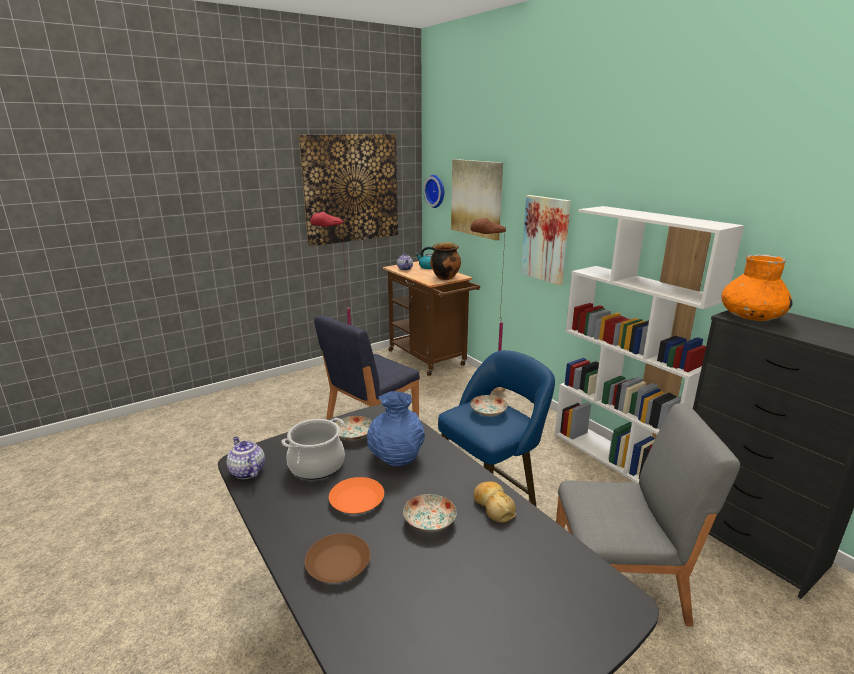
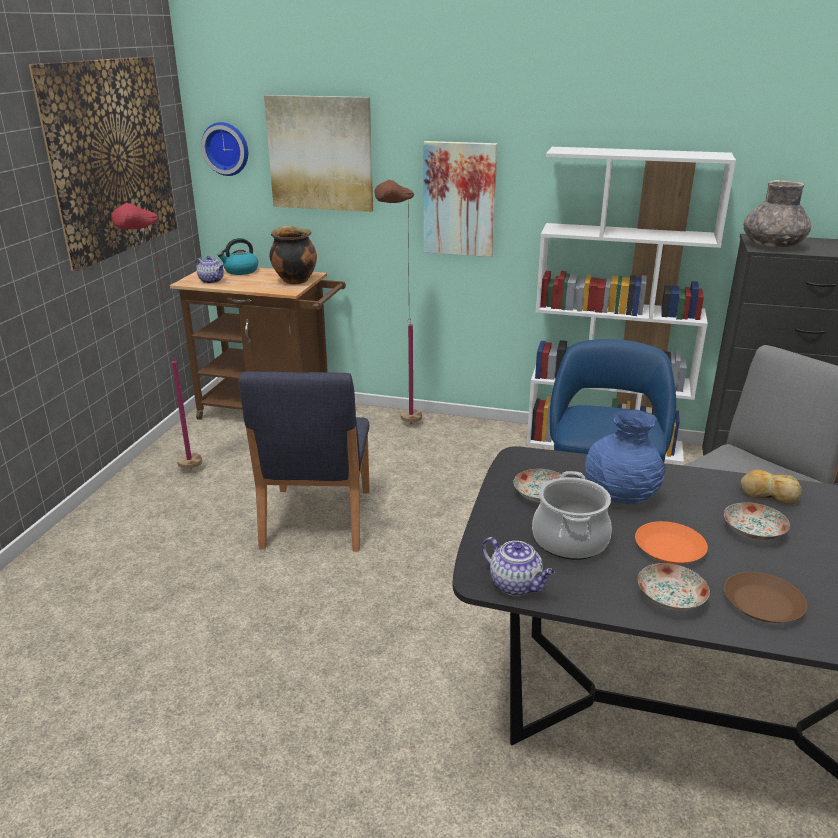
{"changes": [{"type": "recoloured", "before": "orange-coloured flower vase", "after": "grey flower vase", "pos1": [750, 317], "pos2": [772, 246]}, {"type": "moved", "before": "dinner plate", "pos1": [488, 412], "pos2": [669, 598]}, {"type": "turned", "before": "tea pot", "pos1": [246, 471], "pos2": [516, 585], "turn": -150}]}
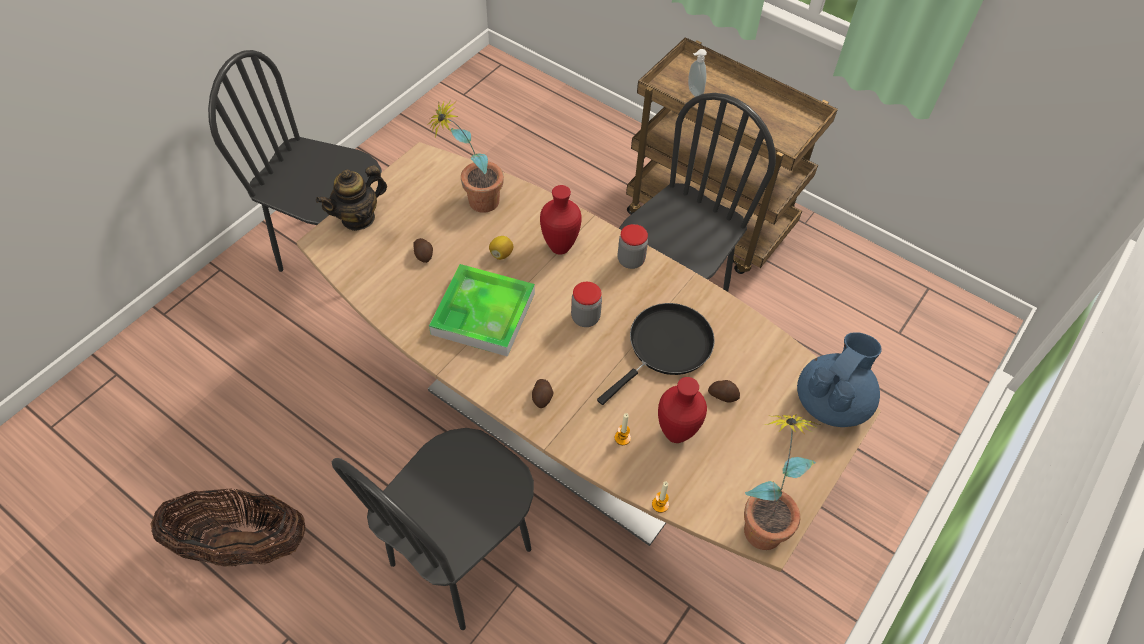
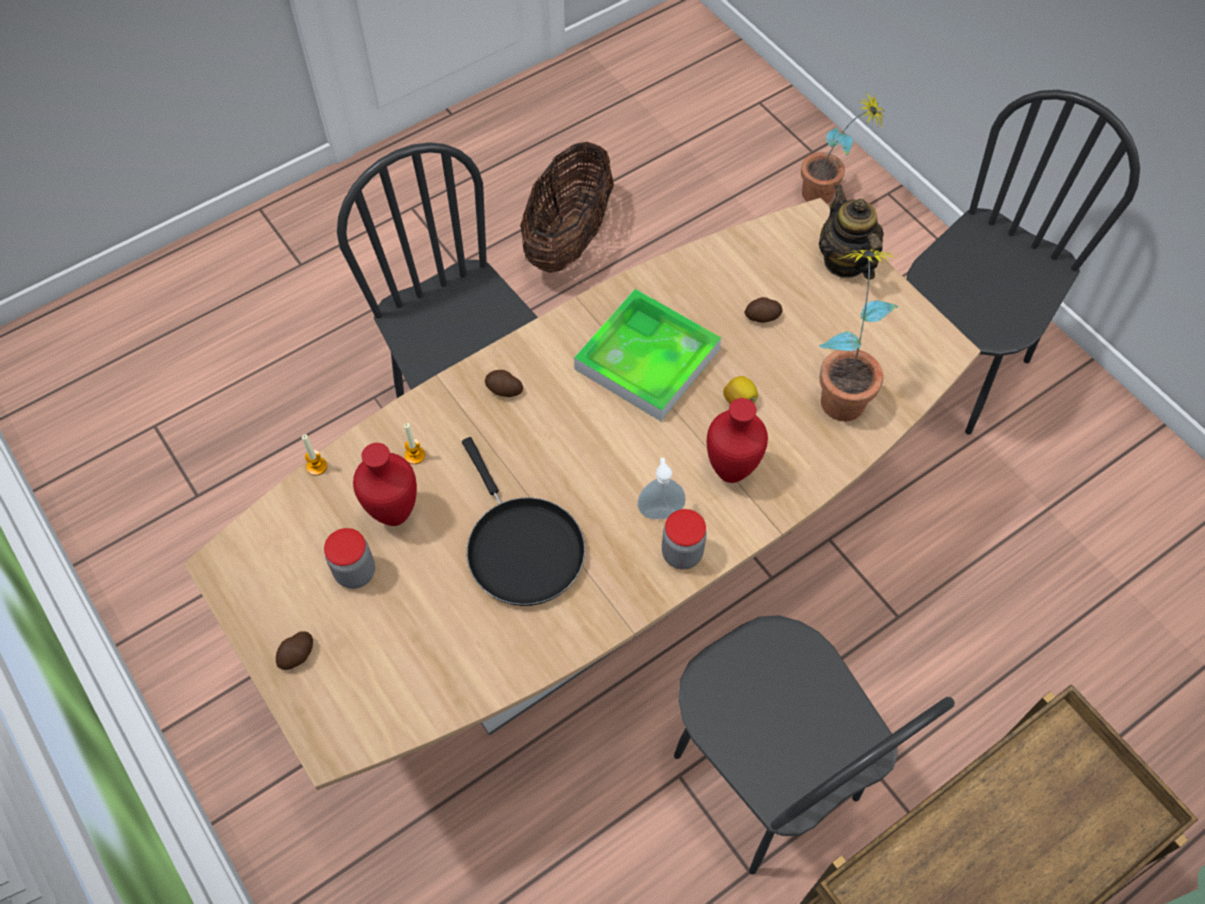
{"changes": [{"type": "moved", "before": "soap bottle", "pos1": [693, 92], "pos2": [660, 511]}, {"type": "moved", "before": "preserve jar", "pos1": [585, 317], "pos2": [355, 572]}, {"type": "removed", "before": "bluish tea pot", "pos1": [832, 402]}, {"type": "moved", "before": "whole potato", "pos1": [723, 395], "pos2": [298, 655]}, {"type": "moved", "before": "potted plant", "pos1": [762, 519], "pos2": [827, 196]}]}
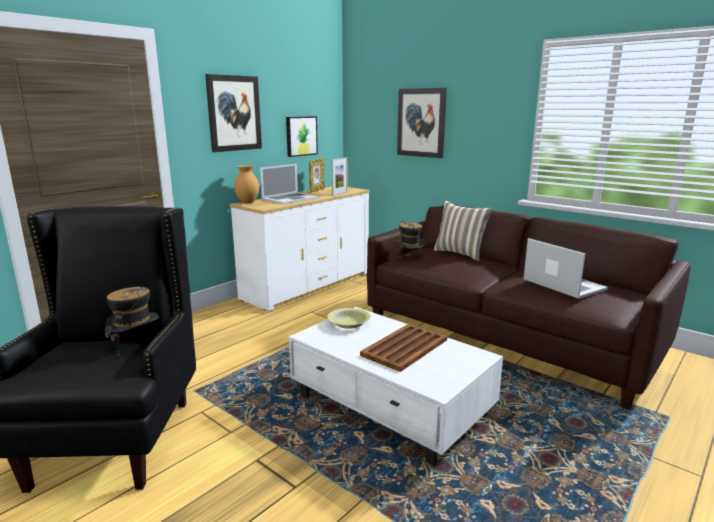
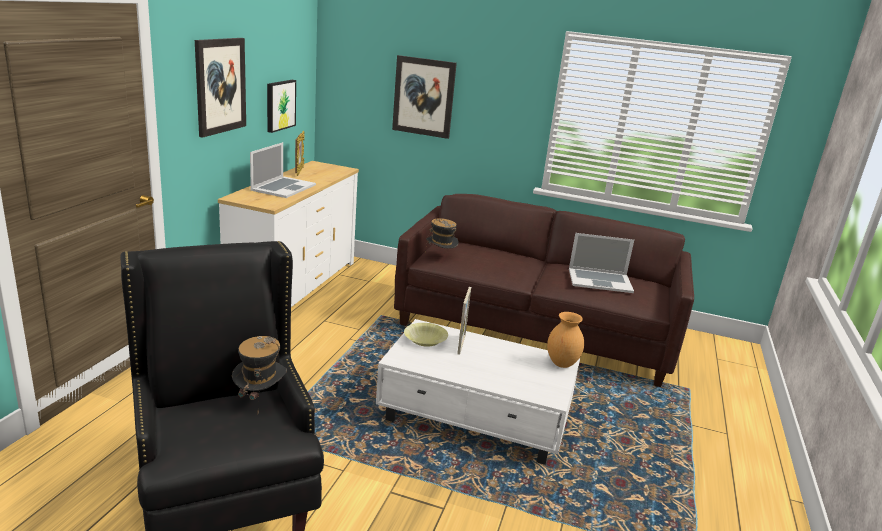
{"changes": [{"type": "moved", "before": "photo frame", "pos1": [339, 194], "pos2": [461, 344]}, {"type": "moved", "before": "brown flower vase", "pos1": [248, 202], "pos2": [562, 363]}, {"type": "removed", "before": "cushion", "pos1": [460, 253]}, {"type": "turned", "before": "notebook computer", "pos1": [563, 284], "pos2": [600, 280], "turn": 150}, {"type": "removed", "before": "brown serving tray", "pos1": [405, 347]}]}
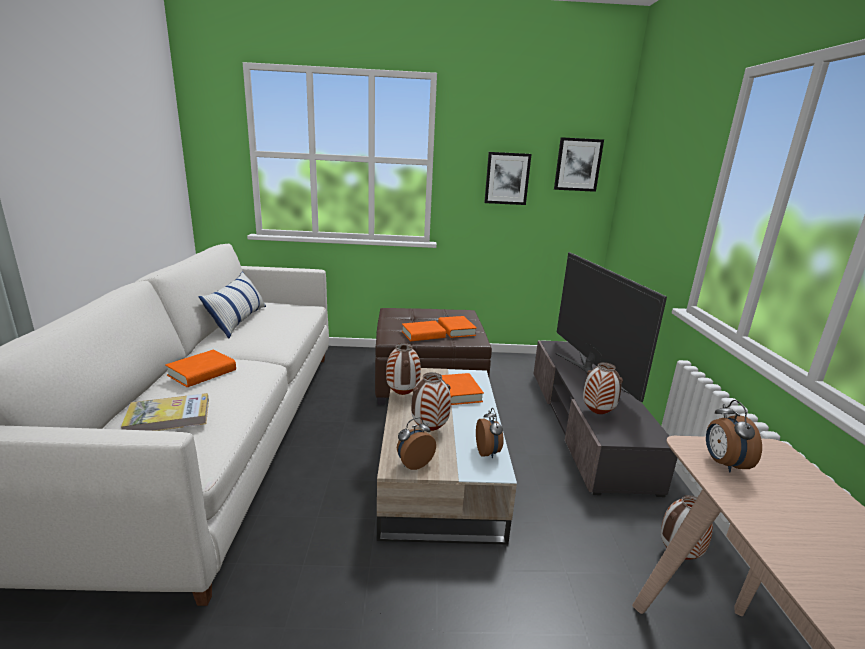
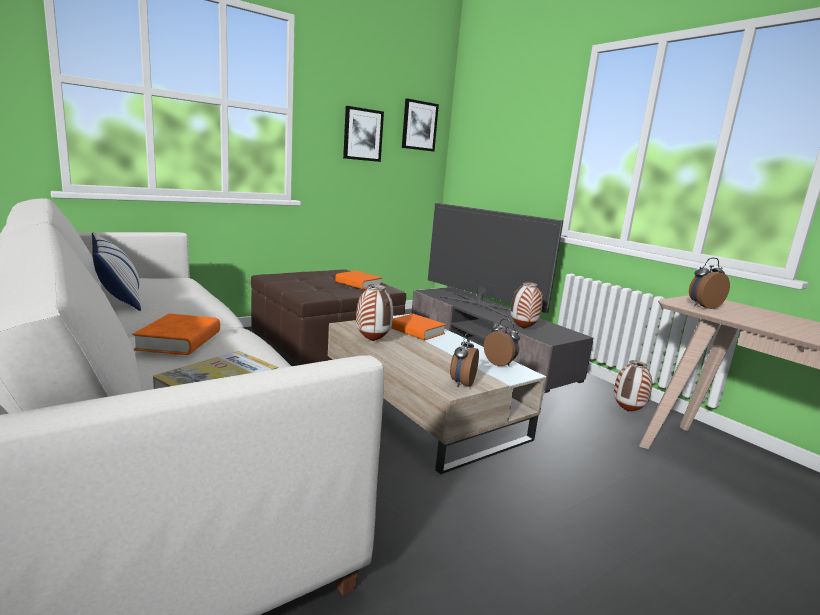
{"changes": [{"type": "removed", "before": "orange-coloured bound book", "pos1": [423, 335]}, {"type": "removed", "before": "flower vase", "pos1": [430, 429]}, {"type": "turned", "before": "table clock", "pos1": [723, 463], "pos2": [702, 306], "turn": 105}]}
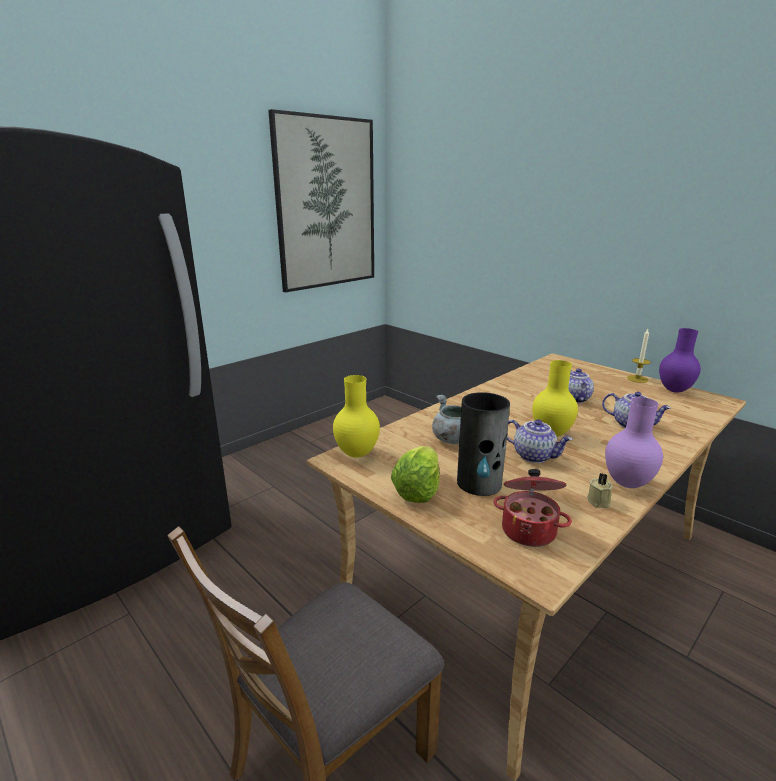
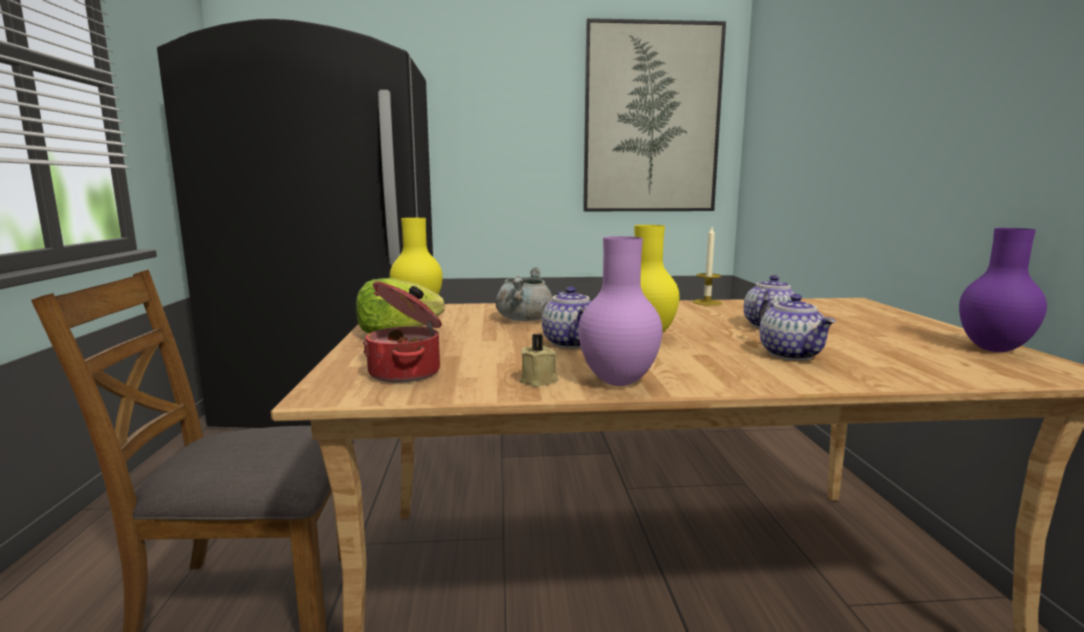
{"changes": [{"type": "moved", "before": "wax candle", "pos1": [637, 379], "pos2": [707, 302]}, {"type": "removed", "before": "flower vase", "pos1": [479, 483]}]}
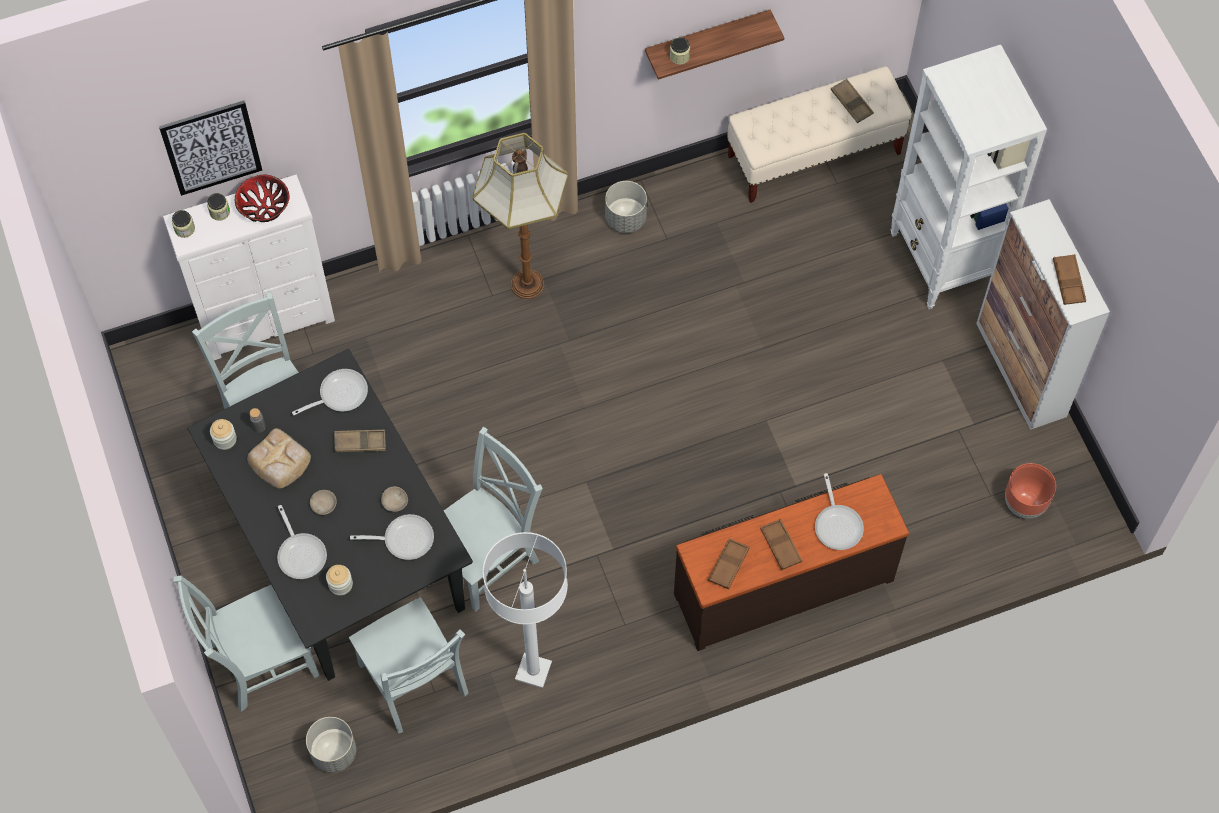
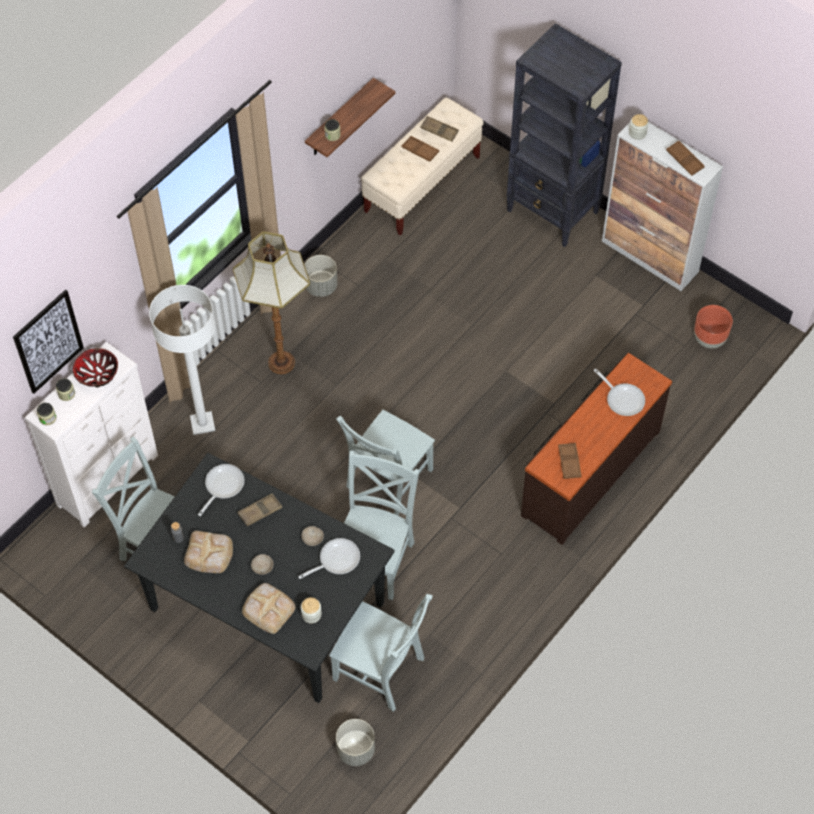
{"changes": [{"type": "recoloured", "before": "whitish bookshelf", "after": "blackish bookshelf", "pos1": [942, 261], "pos2": [553, 212]}, {"type": "moved", "before": "preserve jar", "pos1": [225, 439], "pos2": [637, 133]}, {"type": "replaced", "before": "skillet", "after": "bakery bread", "pos1": [301, 553], "pos2": [268, 608]}, {"type": "moved", "before": "brown serving tray", "pos1": [780, 546], "pos2": [420, 150]}, {"type": "moved", "before": "whitish standard lamp", "pos1": [533, 671], "pos2": [202, 424]}, {"type": "moved", "before": "grey upright chair", "pos1": [260, 661], "pos2": [387, 481]}]}
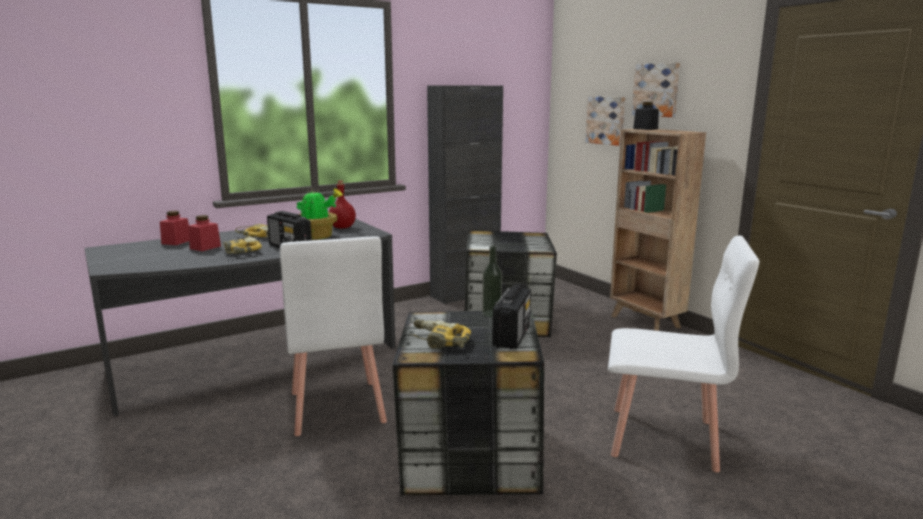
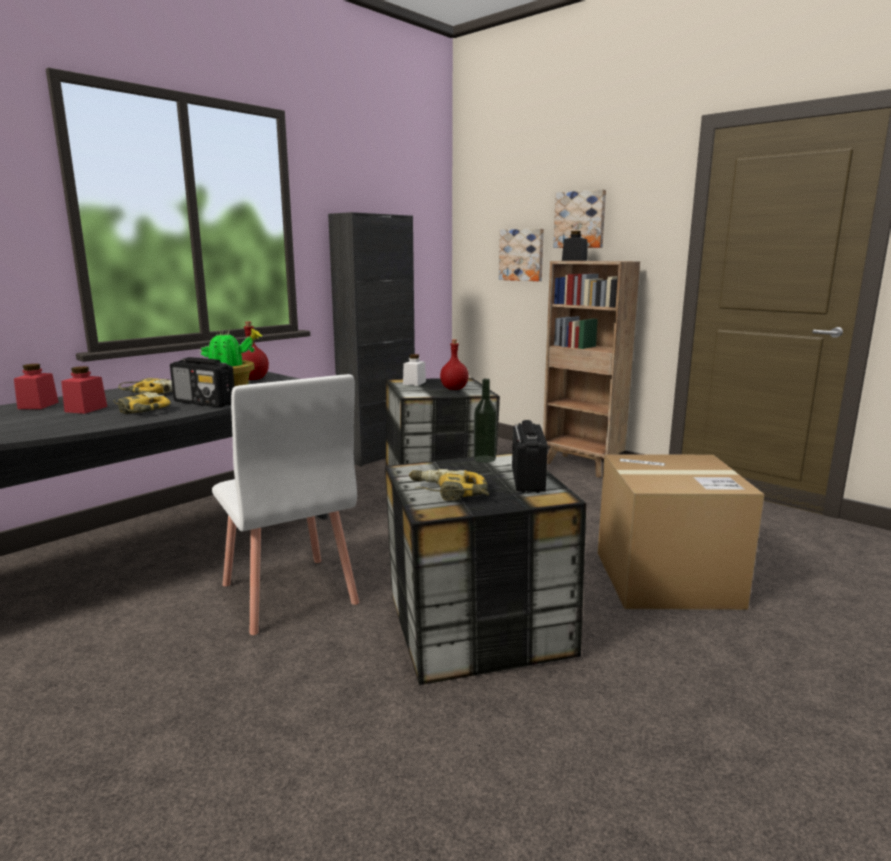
{"changes": [{"type": "replaced", "before": "whitish upright chair", "after": "carton", "pos1": [664, 438], "pos2": [666, 579]}, {"type": "added", "after": "red-coloured bottle", "pos2": [454, 388]}, {"type": "added", "after": "whitish preserve jar", "pos2": [414, 383]}]}
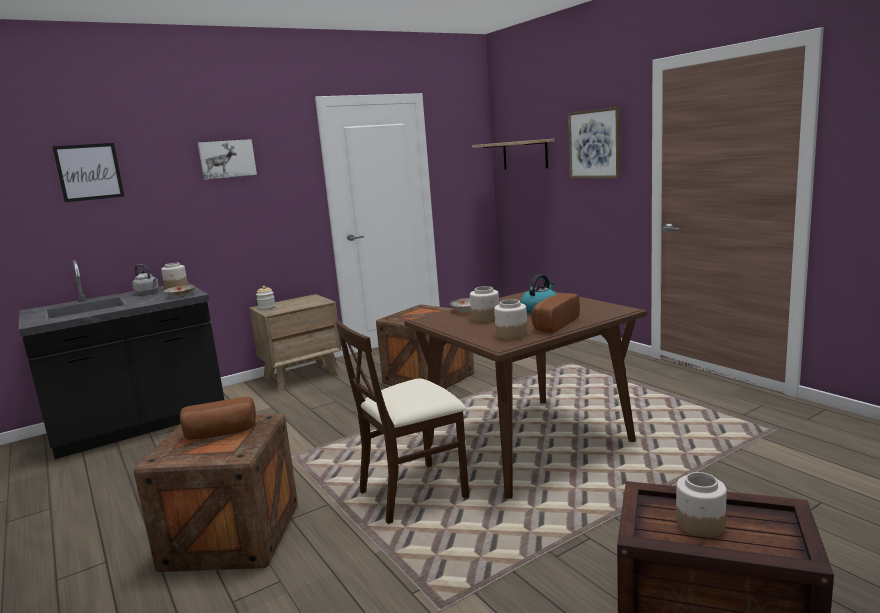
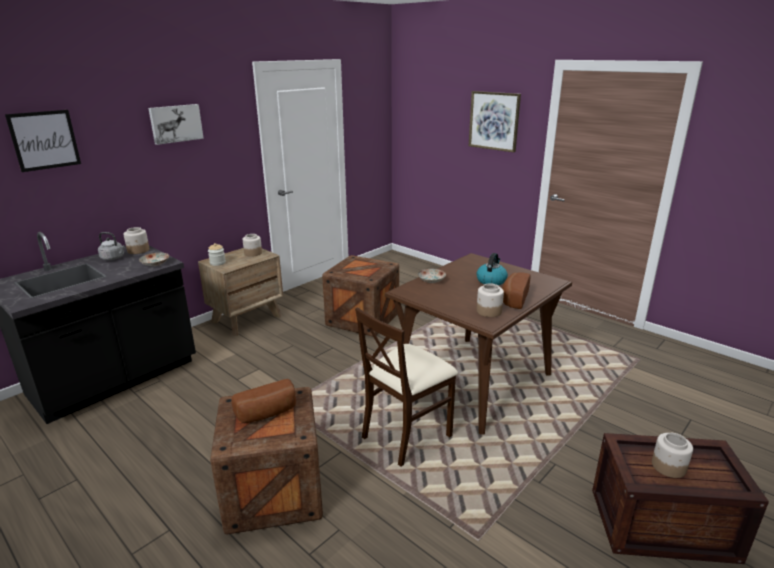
{"changes": [{"type": "removed", "before": "wall shelf", "pos1": [525, 154]}, {"type": "moved", "before": "preserve jar", "pos1": [485, 318], "pos2": [253, 253]}]}
